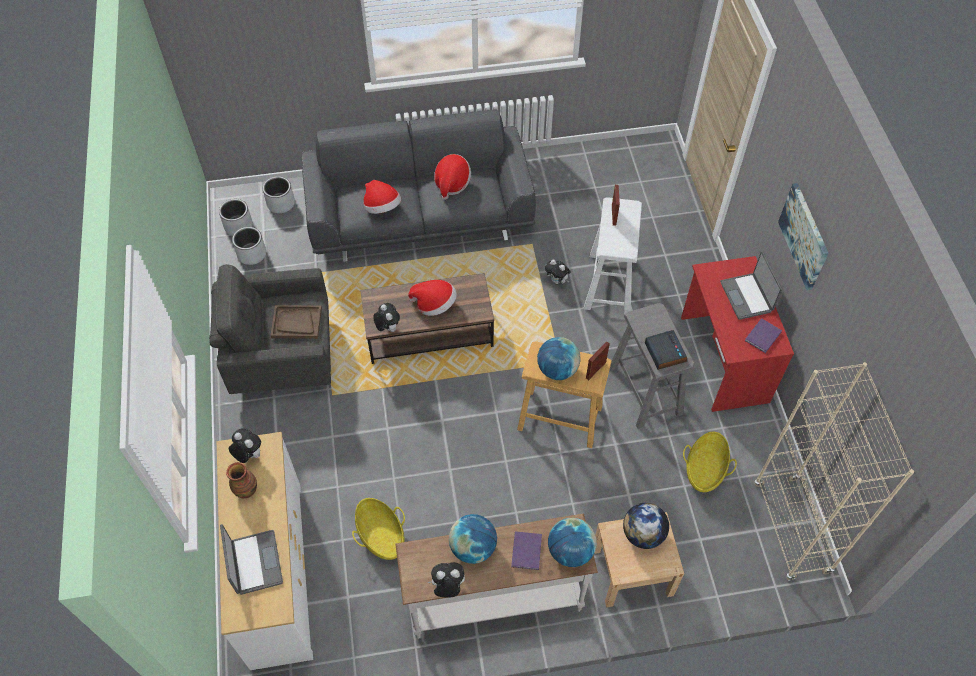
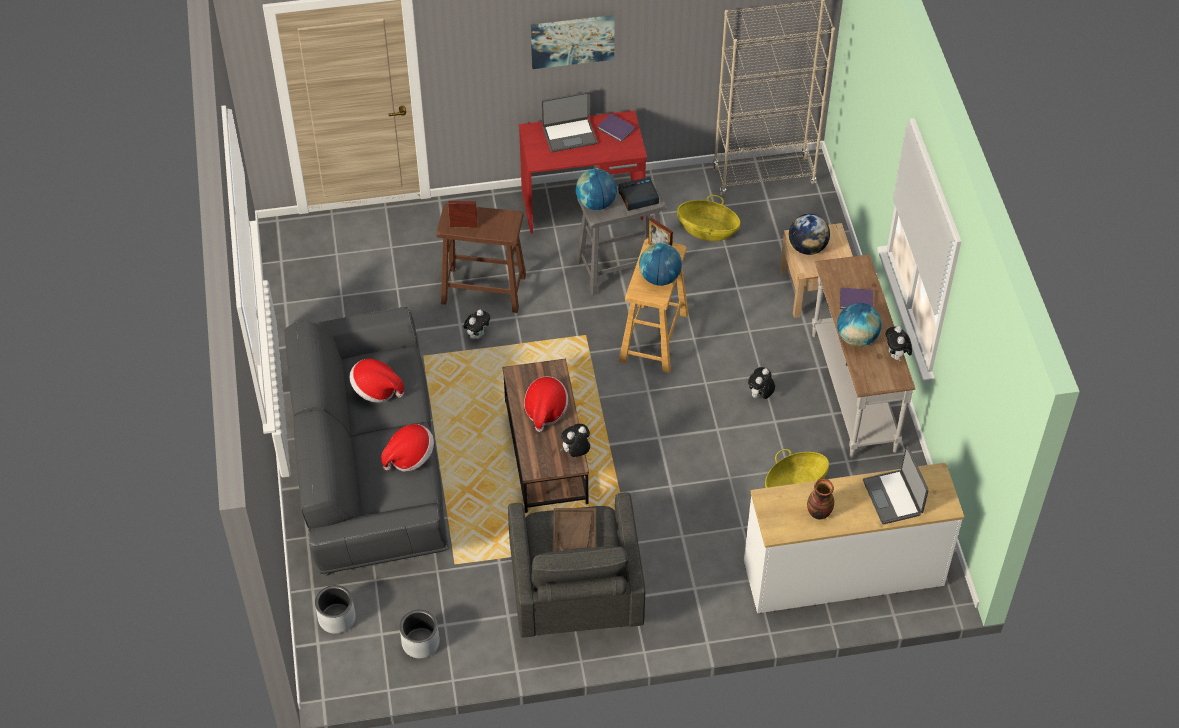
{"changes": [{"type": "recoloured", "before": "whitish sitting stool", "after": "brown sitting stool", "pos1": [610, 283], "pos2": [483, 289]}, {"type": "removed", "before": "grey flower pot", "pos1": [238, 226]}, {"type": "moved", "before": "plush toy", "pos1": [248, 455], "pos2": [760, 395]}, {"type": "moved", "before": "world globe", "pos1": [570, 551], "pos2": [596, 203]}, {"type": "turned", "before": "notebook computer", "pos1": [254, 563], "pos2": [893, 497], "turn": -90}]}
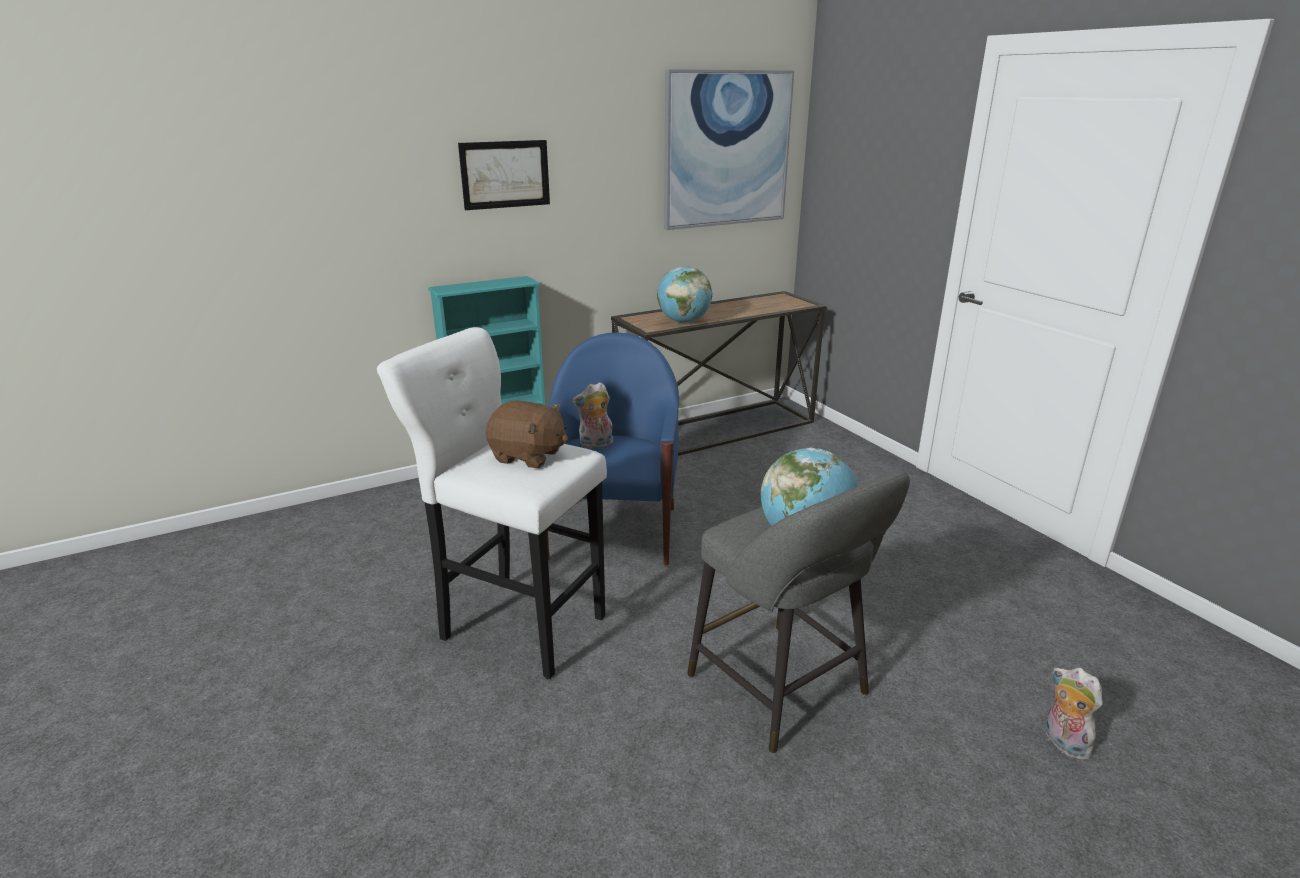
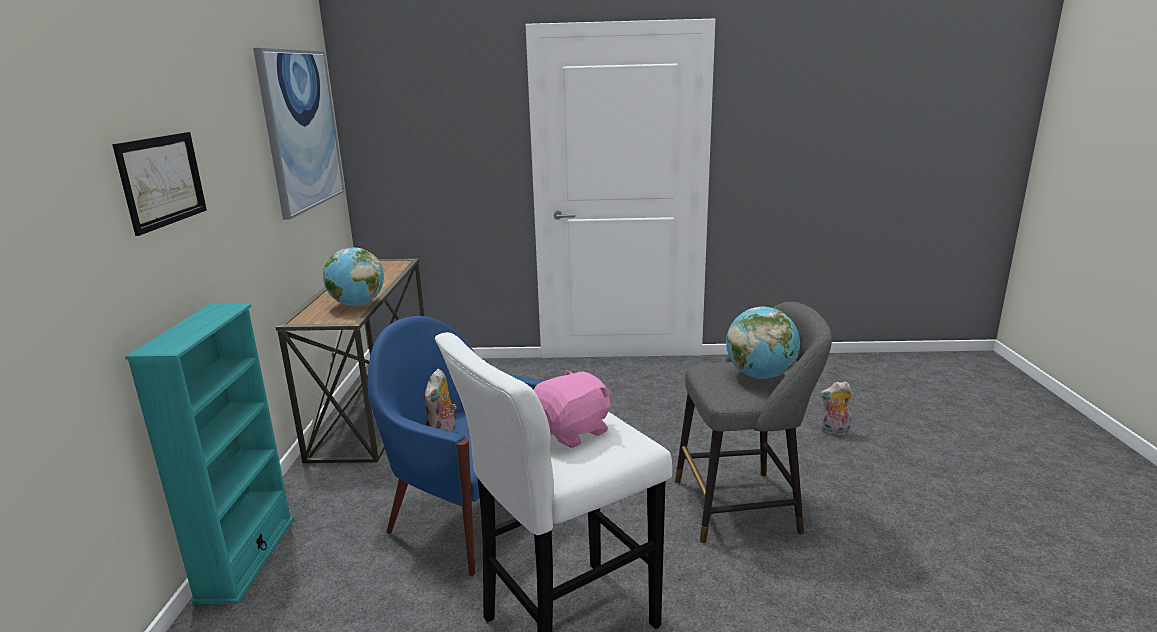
{"changes": [{"type": "recoloured", "before": "brown plush toy", "after": "pink-coloured plush toy", "pos1": [528, 456], "pos2": [572, 432]}]}
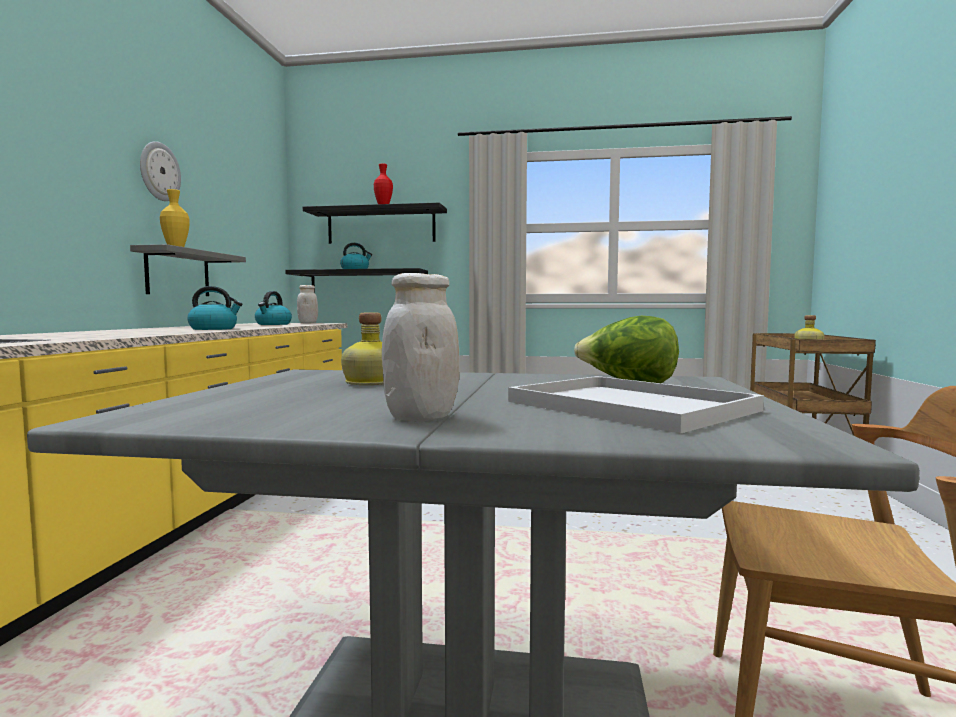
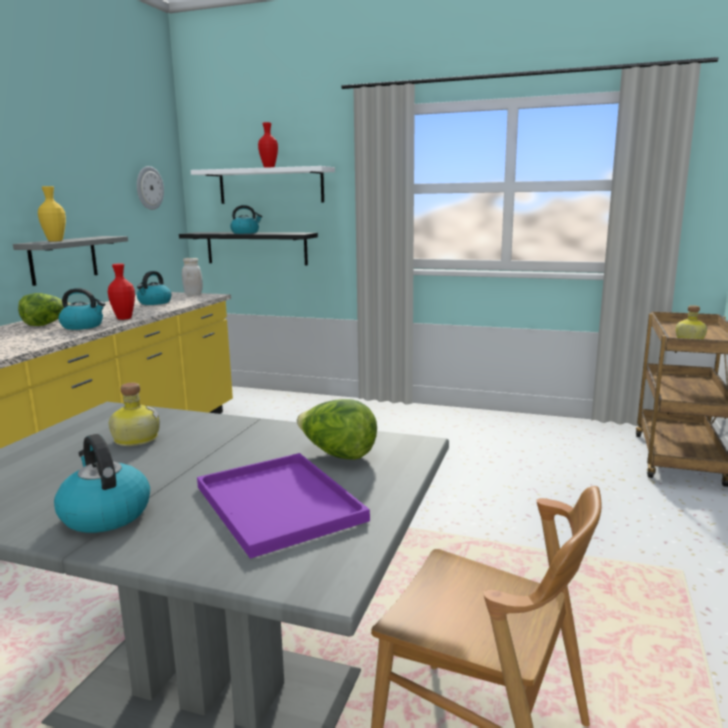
{"changes": [{"type": "moved", "before": "clock on the wall", "pos1": [159, 171], "pos2": [149, 188]}, {"type": "recoloured", "before": "blackish wall shelf", "after": "whitish wall shelf", "pos1": [381, 226], "pos2": [270, 186]}, {"type": "replaced", "before": "whitish preserve jar", "after": "water kettle", "pos1": [421, 417], "pos2": [104, 514]}, {"type": "recoloured", "before": "whitish serving tray", "after": "purple serving tray", "pos1": [634, 406], "pos2": [282, 504]}, {"type": "added", "after": "red-coloured flower vase", "pos2": [124, 318]}, {"type": "added", "after": "lettuce head", "pos2": [46, 324]}]}
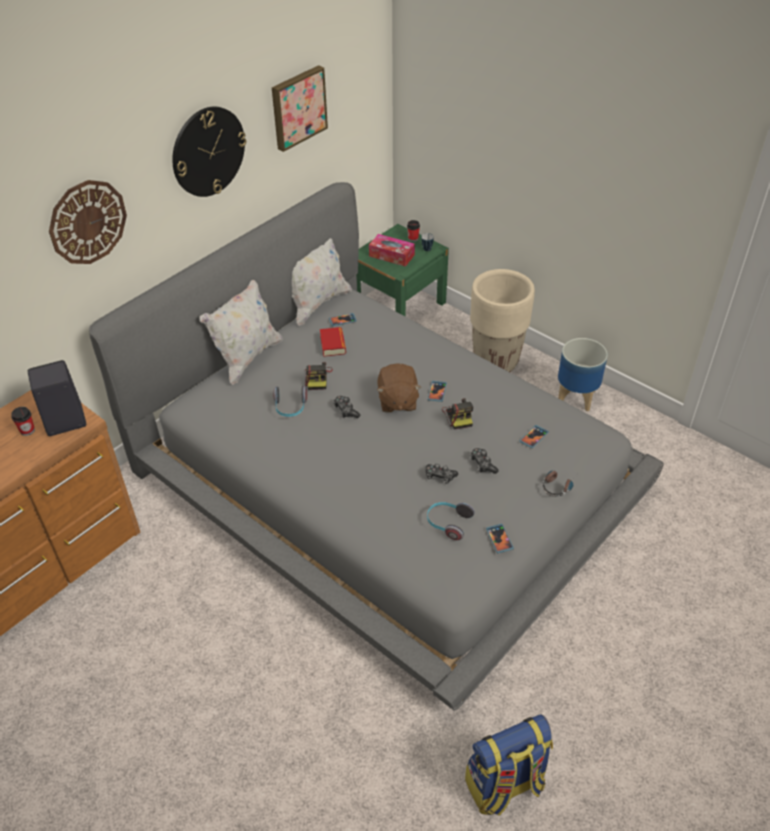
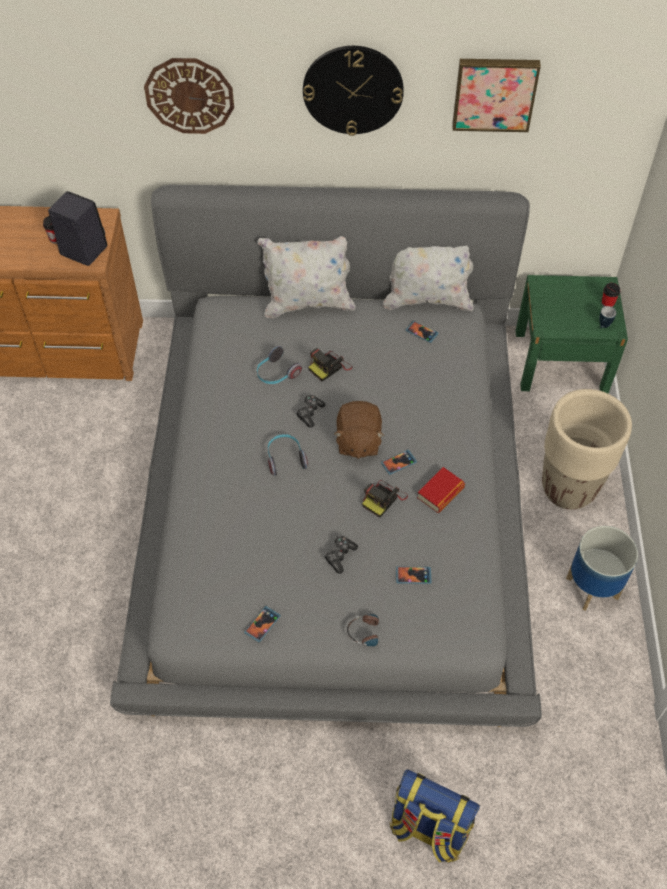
{"changes": [{"type": "removed", "before": "tissue holder", "pos1": [391, 255]}, {"type": "moved", "before": "bound book", "pos1": [333, 345], "pos2": [440, 493]}, {"type": "turned", "before": "brown plush toy", "pos1": [397, 401], "pos2": [358, 441], "turn": -45}, {"type": "removed", "before": "joypad", "pos1": [440, 476]}, {"type": "moved", "before": "headphones", "pos1": [448, 523], "pos2": [285, 458]}, {"type": "moved", "before": "rucksack", "pos1": [504, 785], "pos2": [428, 829]}]}
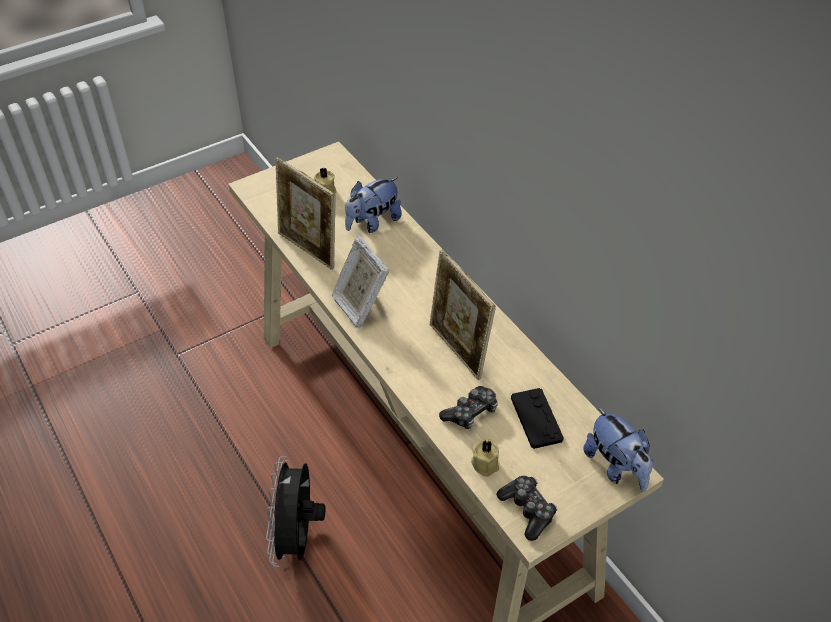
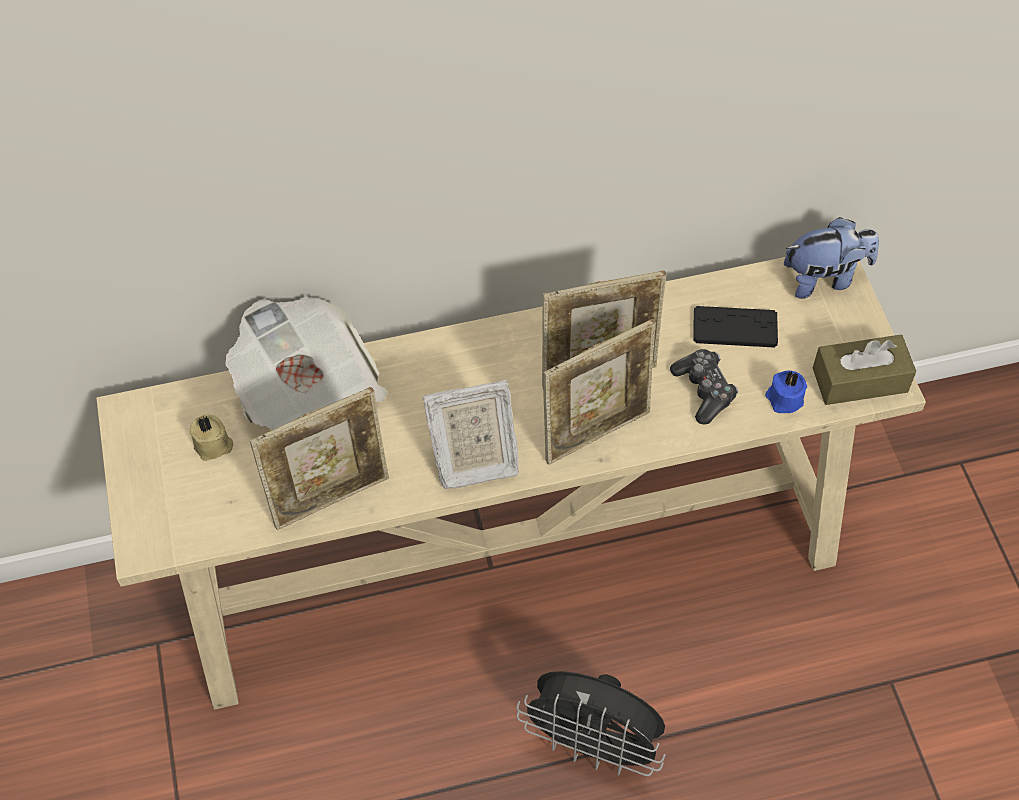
{"changes": [{"type": "replaced", "before": "plush toy", "after": "printed paper", "pos1": [373, 223], "pos2": [313, 401]}, {"type": "recoloured", "before": "beige wax candle", "after": "bluish wax candle", "pos1": [485, 463], "pos2": [784, 399]}, {"type": "replaced", "before": "joypad", "after": "brown tissue holder", "pos1": [527, 510], "pos2": [860, 380]}, {"type": "added", "after": "photo frame", "pos2": [596, 432]}]}
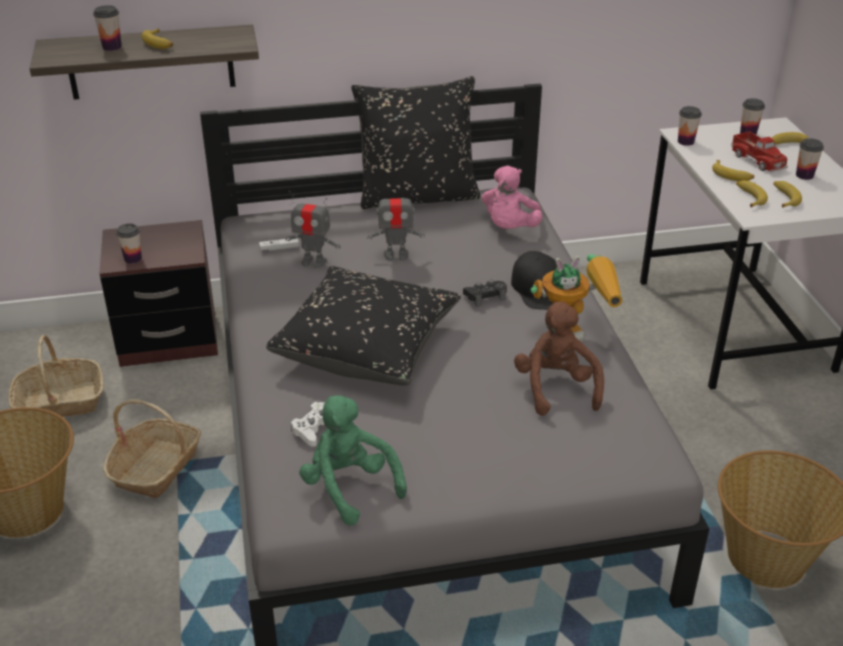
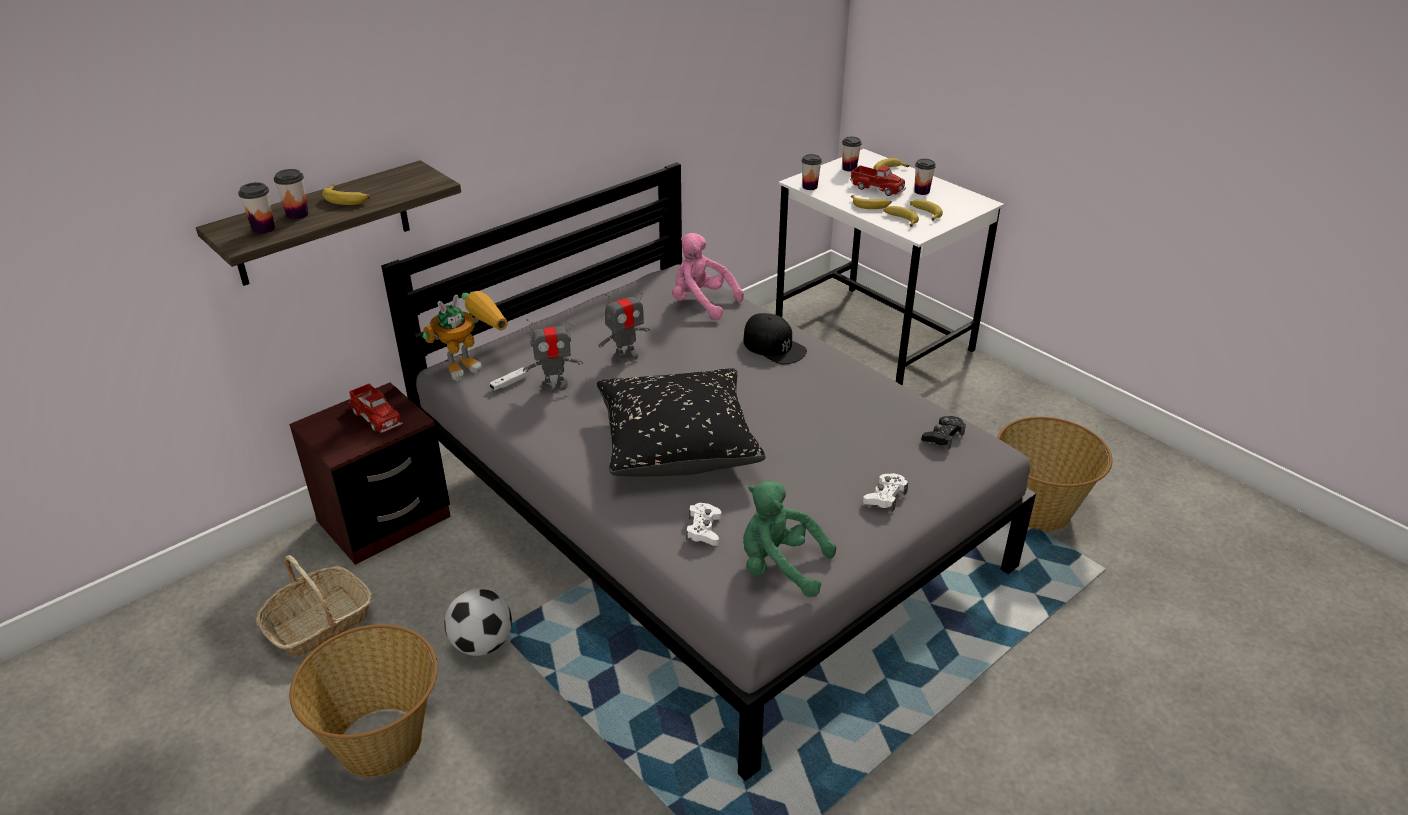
{"changes": [{"type": "removed", "before": "blackish cushion", "pos1": [418, 196]}, {"type": "turned", "before": "pink-coloured plush toy", "pos1": [509, 228], "pos2": [701, 303], "turn": 135}, {"type": "moved", "before": "small cup", "pos1": [133, 259], "pos2": [263, 229]}, {"type": "moved", "before": "model robot", "pos1": [576, 330], "pos2": [472, 363]}, {"type": "moved", "before": "blackish joypad", "pos1": [485, 296], "pos2": [943, 436]}, {"type": "removed", "before": "brown plush toy", "pos1": [556, 388]}, {"type": "replaced", "before": "household basket", "after": "football", "pos1": [156, 467], "pos2": [482, 644]}, {"type": "added", "after": "toy truck", "pos2": [377, 416]}, {"type": "added", "after": "whitish joypad", "pos2": [885, 496]}]}
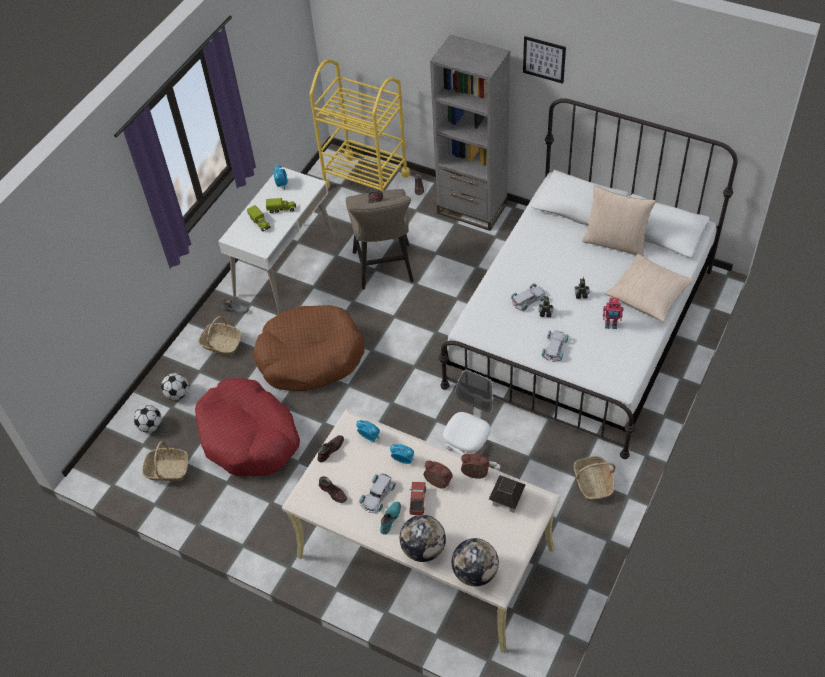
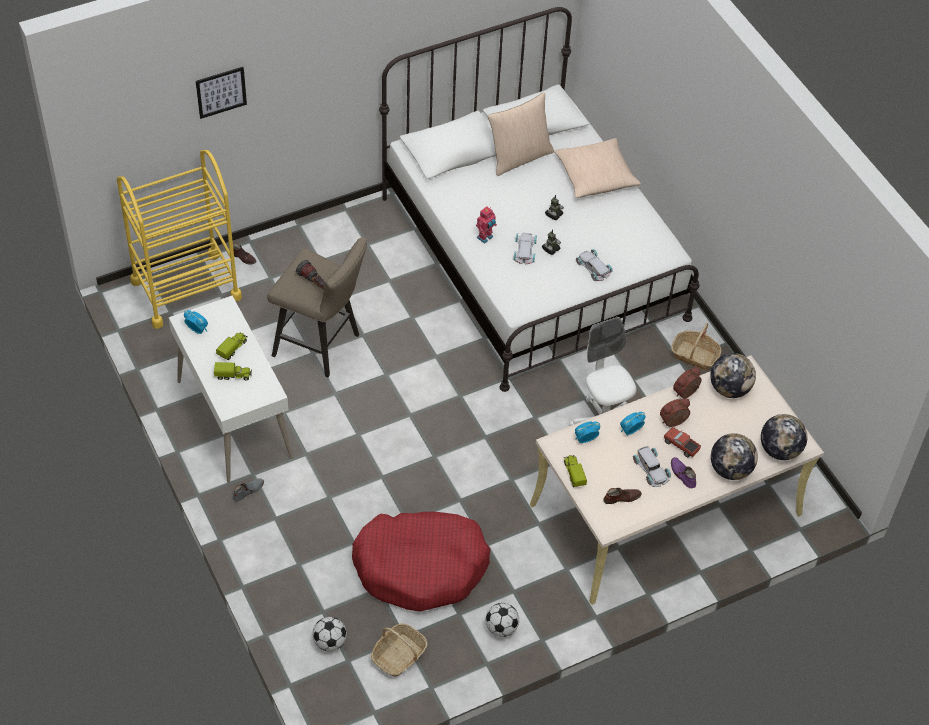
{"changes": [{"type": "removed", "before": "grey bookshelf", "pos1": [472, 209]}, {"type": "moved", "before": "picture", "pos1": [544, 59], "pos2": [221, 92]}, {"type": "moved", "before": "model robot", "pos1": [611, 325], "pos2": [485, 238]}, {"type": "removed", "before": "brown pet bed", "pos1": [310, 357]}, {"type": "removed", "before": "household basket", "pos1": [221, 344]}, {"type": "moved", "before": "football", "pos1": [177, 394], "pos2": [501, 628]}, {"type": "replaced", "before": "brown low shoe", "after": "toy truck", "pos1": [330, 449], "pos2": [574, 474]}, {"type": "replaced", "before": "toy house", "after": "world globe", "pos1": [507, 500], "pos2": [729, 389]}, {"type": "recoloured", "before": "blue-green low shoe", "after": "purple low shoe", "pos1": [390, 519], "pos2": [682, 474]}]}
